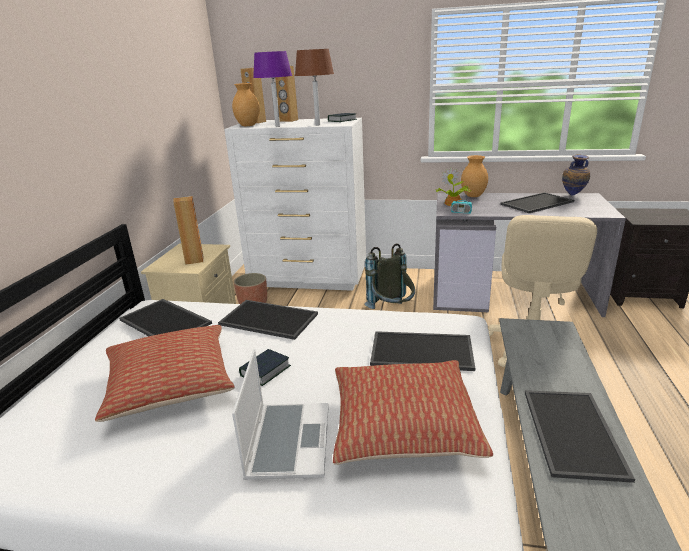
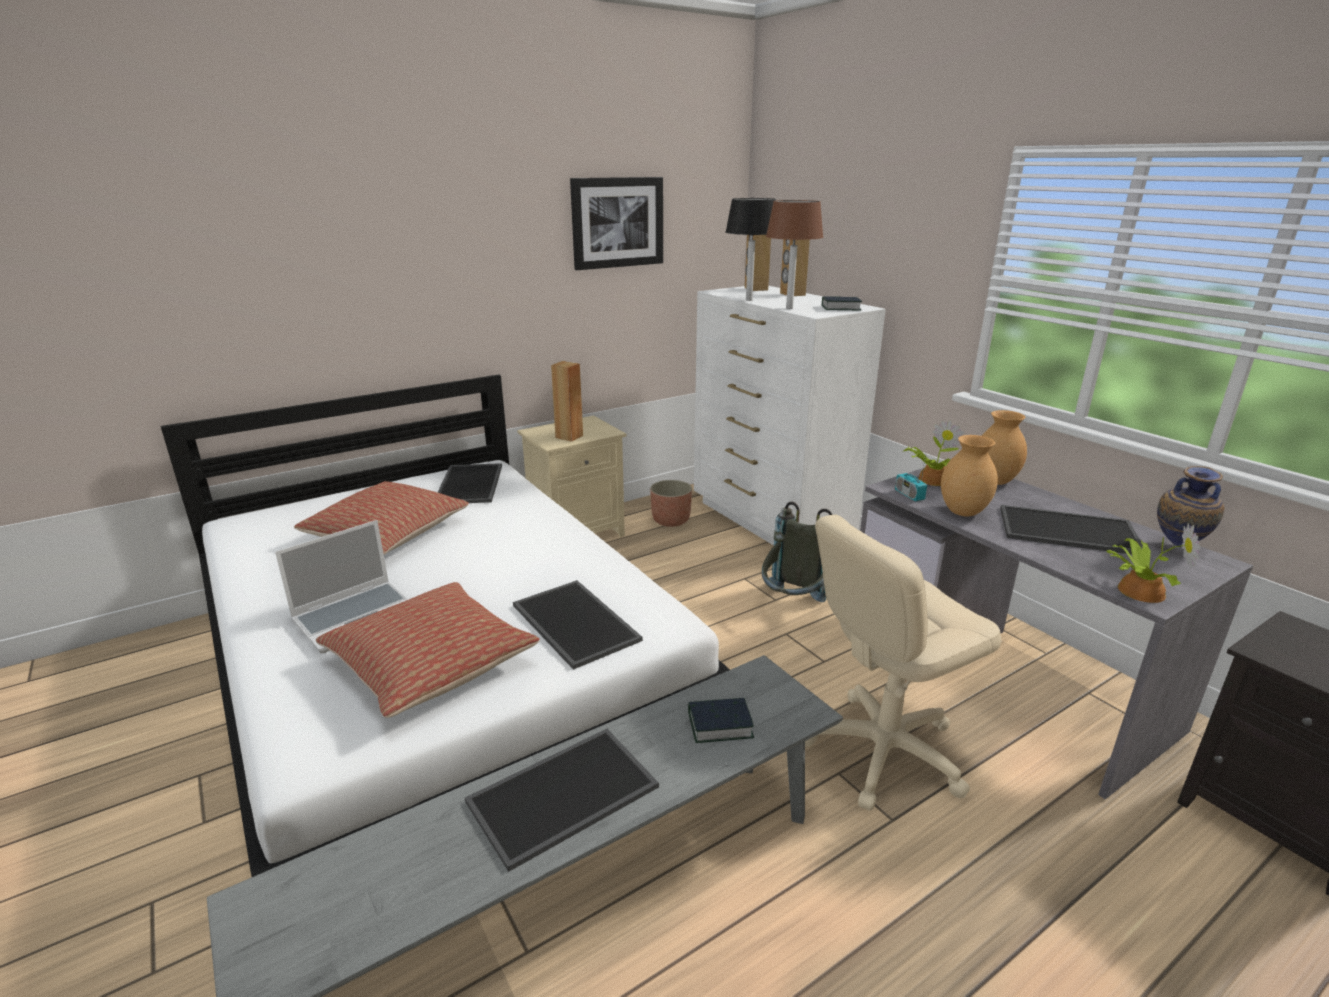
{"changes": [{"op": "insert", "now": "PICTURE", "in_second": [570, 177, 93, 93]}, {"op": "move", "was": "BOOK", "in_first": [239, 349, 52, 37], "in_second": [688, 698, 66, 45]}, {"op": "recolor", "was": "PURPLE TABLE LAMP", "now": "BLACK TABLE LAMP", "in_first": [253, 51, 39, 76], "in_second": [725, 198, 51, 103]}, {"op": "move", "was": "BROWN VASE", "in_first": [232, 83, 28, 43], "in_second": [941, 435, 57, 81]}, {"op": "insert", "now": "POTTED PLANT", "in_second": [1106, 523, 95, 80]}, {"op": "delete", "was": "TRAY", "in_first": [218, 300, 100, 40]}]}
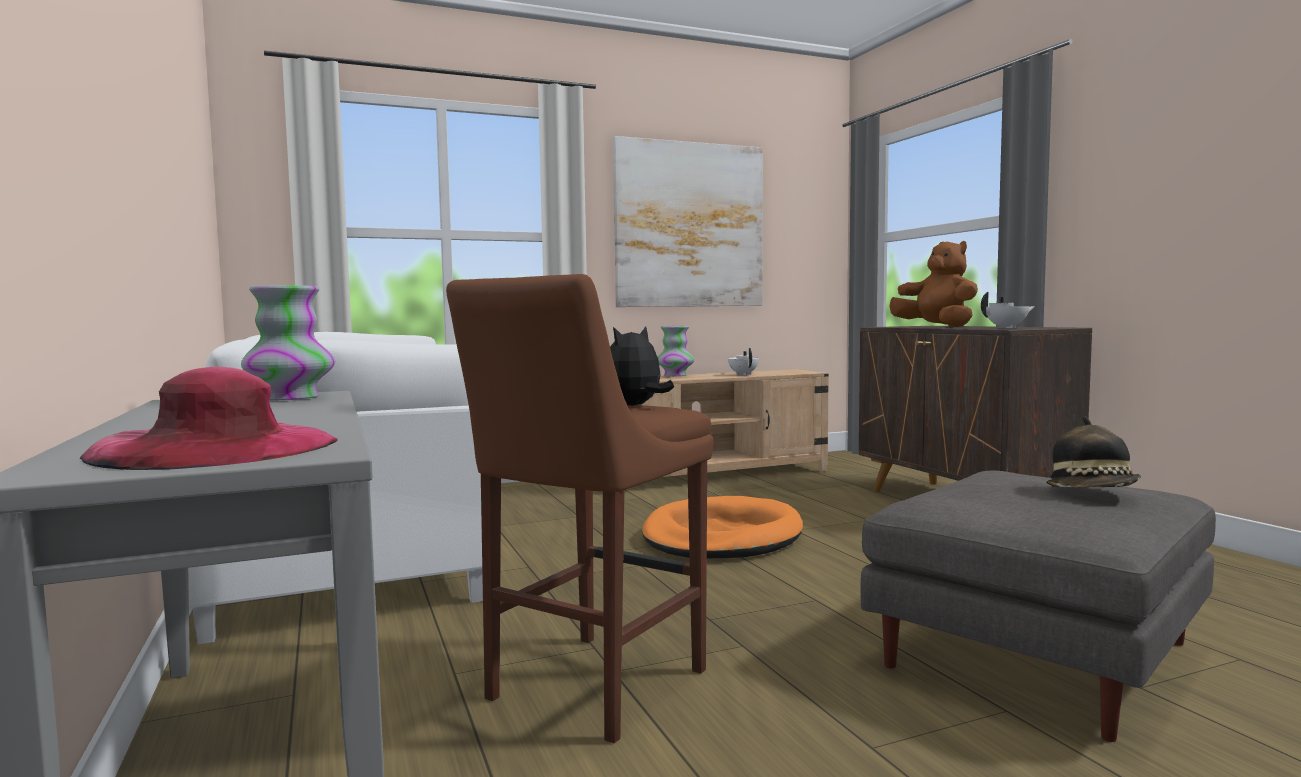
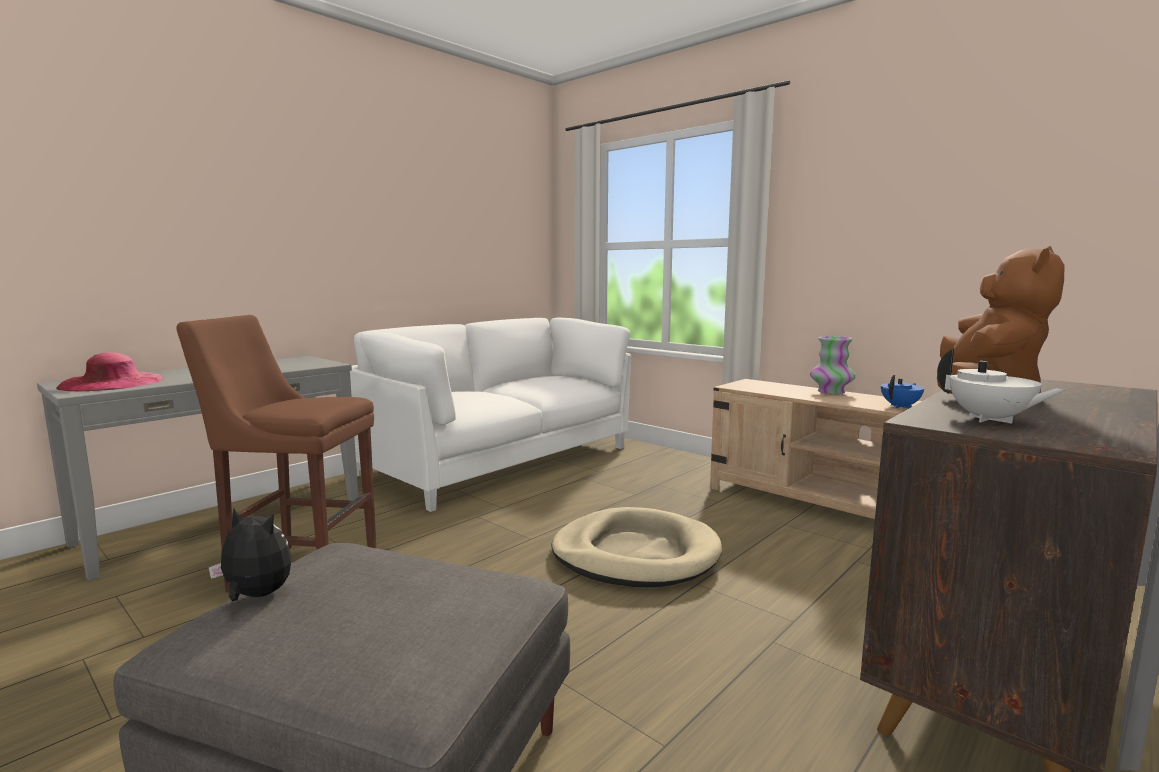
{"changes": [{"op": "move", "was": "PLUSH TOY", "in_first": [610, 326, 64, 80], "in_second": [208, 508, 84, 93]}, {"op": "recolor", "was": "ORANGE DOG BED", "now": "BEIGE DOG BED", "in_first": [642, 496, 161, 62], "in_second": [551, 507, 171, 80]}, {"op": "recolor", "was": "WHITE TEAPOT", "now": "BLUE TEAPOT", "in_first": [728, 348, 31, 27], "in_second": [881, 375, 43, 33]}, {"op": "delete", "was": "VASE", "in_first": [241, 285, 94, 115]}, {"op": "delete", "was": "PICTURE", "in_first": [613, 136, 149, 171]}, {"op": "delete", "was": "HAT", "in_first": [1046, 417, 95, 70]}]}
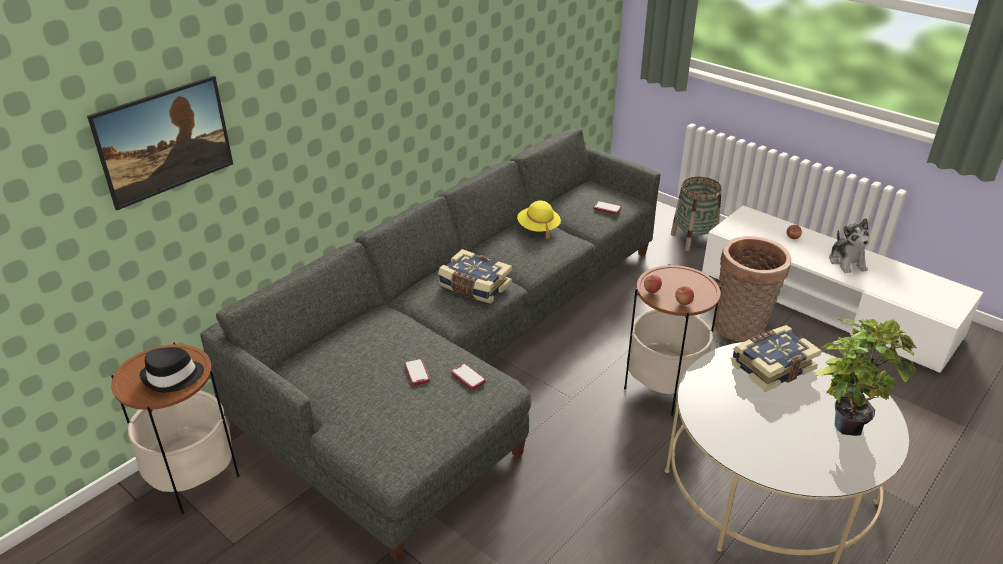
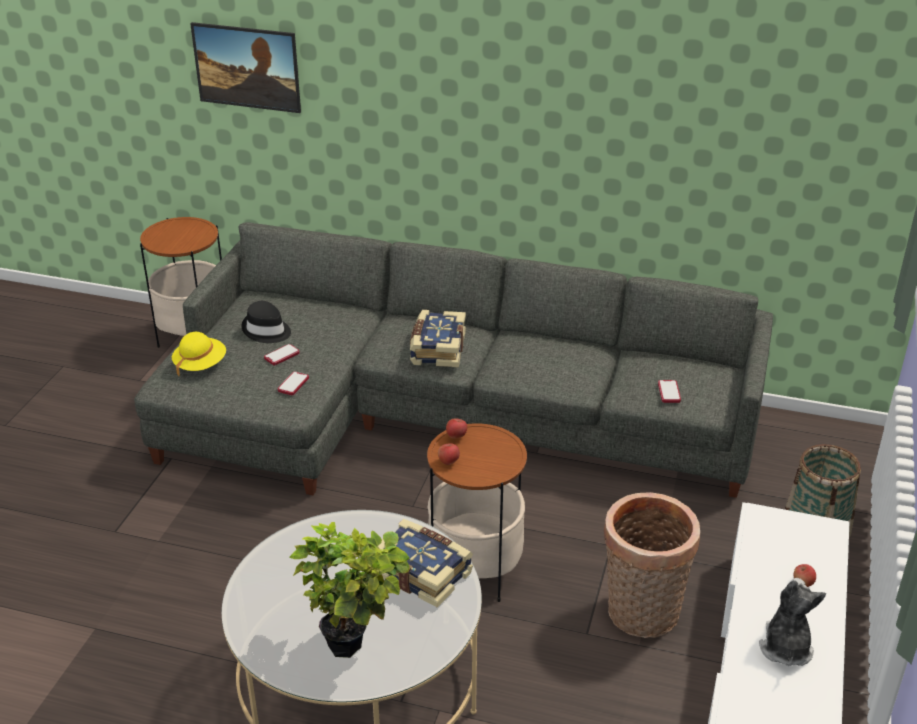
{"changes": [{"op": "move", "was": "YELLOW HAT", "in_first": [517, 201, 44, 38], "in_second": [172, 332, 54, 44]}, {"op": "move", "was": "BLACK HAT", "in_first": [140, 347, 64, 45], "in_second": [242, 301, 49, 42]}, {"op": "rotate", "was": "PLUSH TOY", "in_first": [829, 218, 40, 55], "in_second": [759, 578, 67, 88], "clockwise": 135}]}
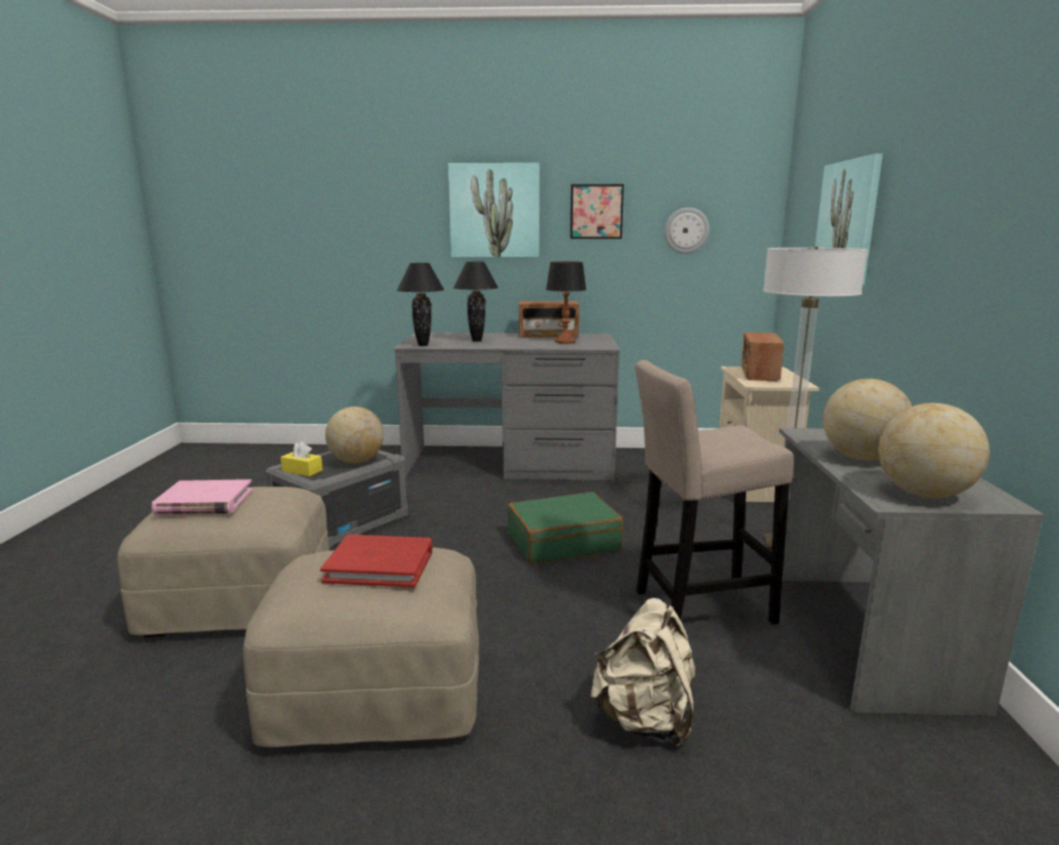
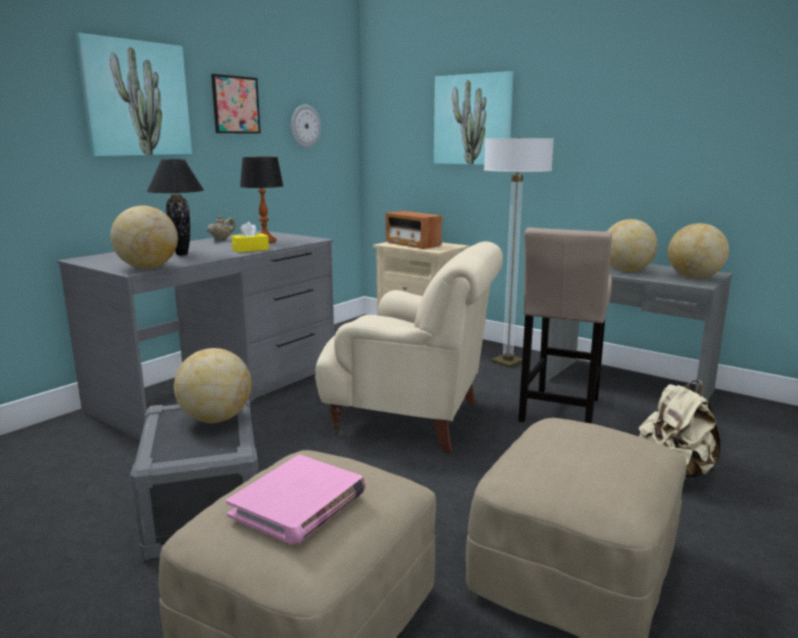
{"changes": [{"op": "replace", "was": "BLACK TABLE LAMP", "now": "GLOBE", "in_first": [397, 263, 47, 83], "in_second": [111, 206, 67, 63]}, {"op": "replace", "was": "RADIO", "now": "BEIGE TEAPOT", "in_first": [519, 301, 60, 36], "in_second": [207, 216, 28, 24]}, {"op": "move", "was": "YELLOW TISSUE BOX", "in_first": [281, 441, 42, 36], "in_second": [231, 222, 38, 30]}, {"op": "replace", "was": "GREEN SUITCASE", "now": "BEIGE ARMCHAIR", "in_first": [508, 492, 115, 72], "in_second": [315, 241, 188, 213]}, {"op": "delete", "was": "RED BOOK", "in_first": [320, 534, 112, 53]}]}
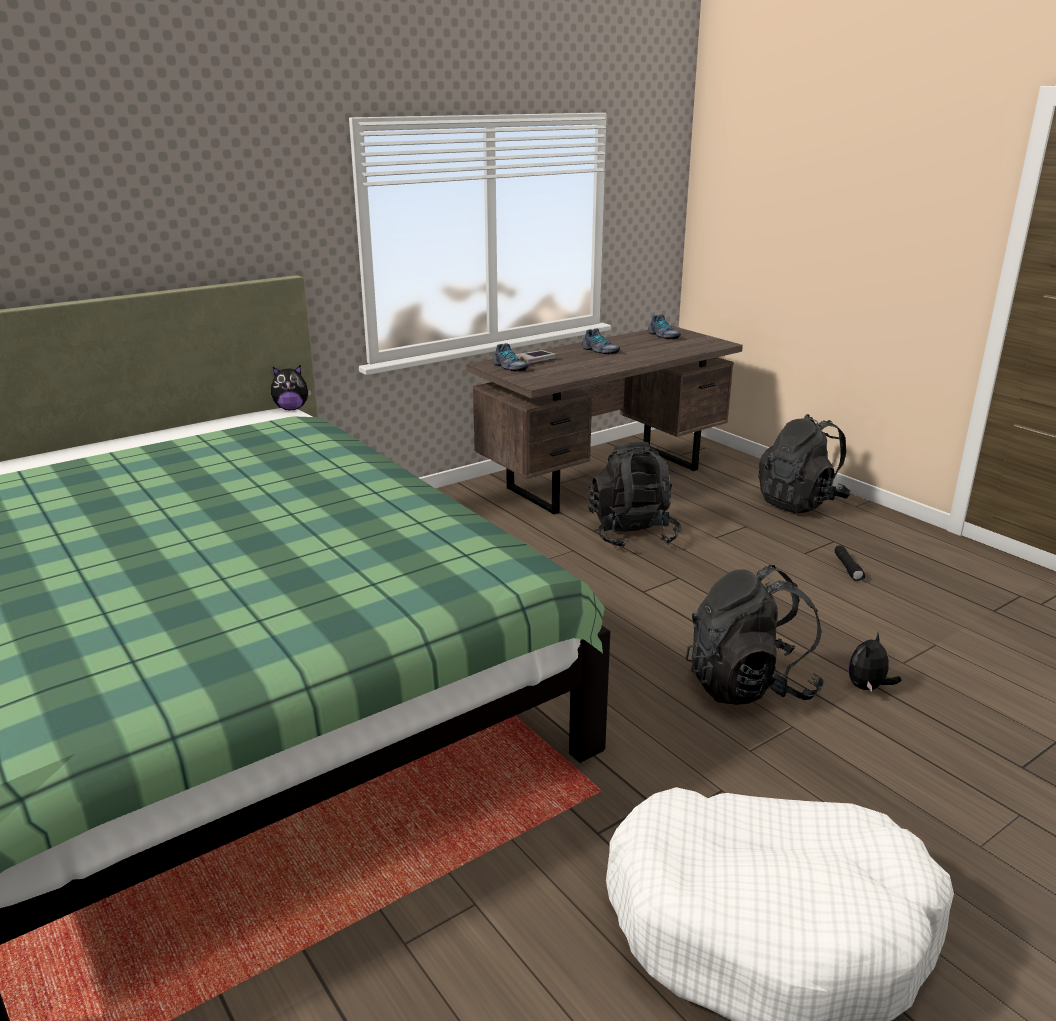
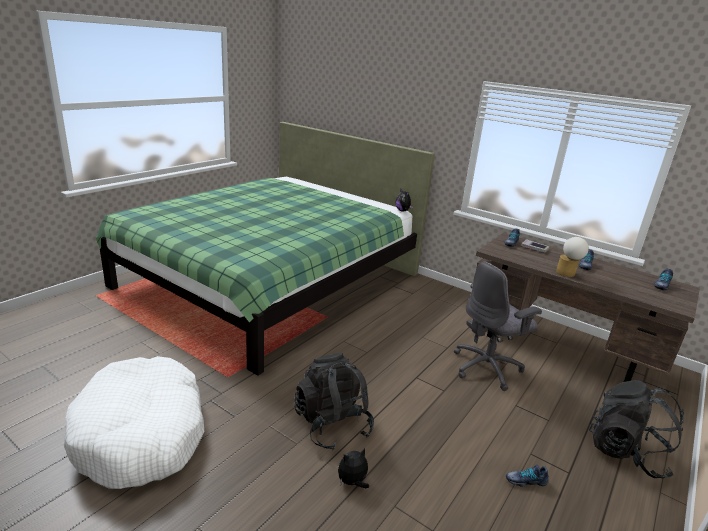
{"changes": [{"op": "rotate", "was": "PLUSH TOY", "in_first": [848, 633, 53, 59], "in_second": [338, 448, 31, 40], "clockwise": -45}, {"op": "replace", "was": "BLACK BACKPACK", "now": "GREY OFFICE CHAIR", "in_first": [588, 442, 94, 106], "in_second": [454, 261, 88, 130]}, {"op": "replace", "was": "BLACK FLASHLIGHT", "now": "SHOE", "in_first": [835, 545, 30, 36], "in_second": [506, 465, 43, 22]}, {"op": "insert", "now": "TABLE LAMP", "in_second": [556, 237, 33, 40]}]}
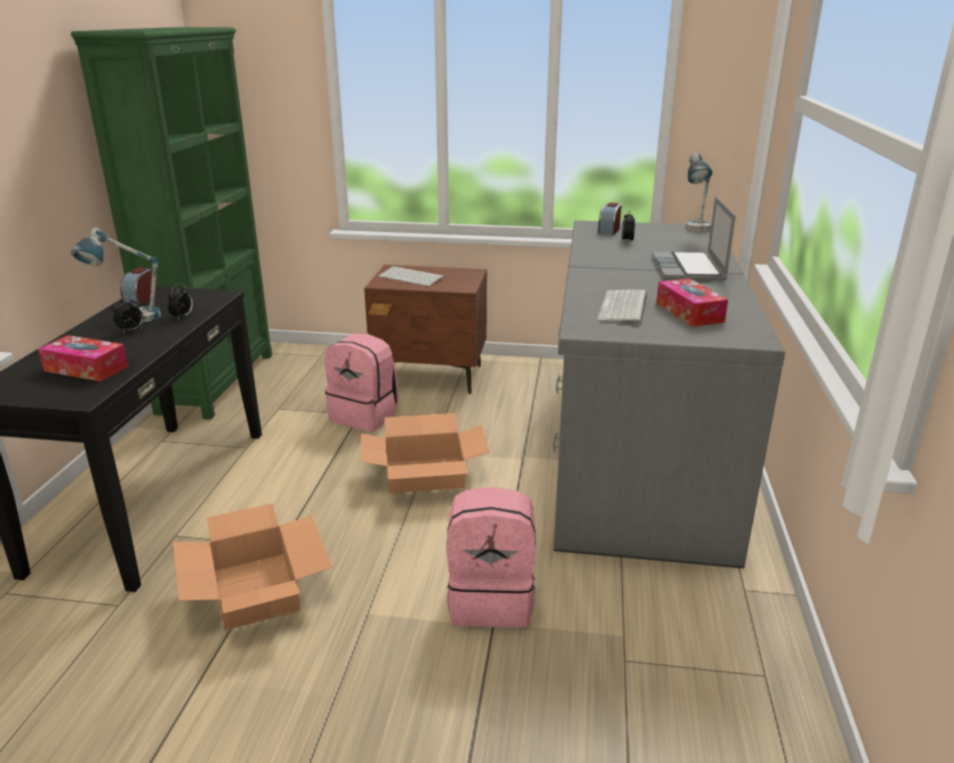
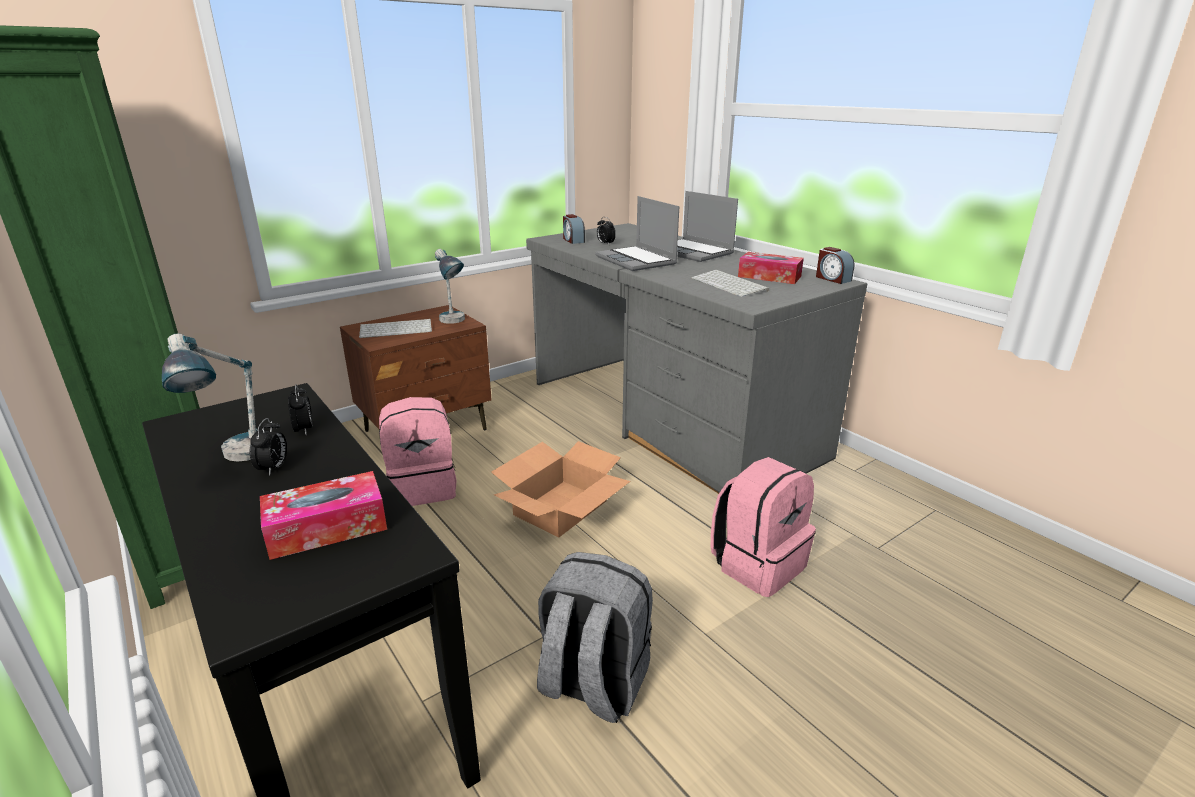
{"changes": [{"op": "move", "was": "TABLE LAMP", "in_first": [685, 153, 27, 79], "in_second": [435, 249, 30, 75]}, {"op": "replace", "was": "CARDBOARD BOX", "now": "GREY BACKPACK", "in_first": [173, 503, 159, 128], "in_second": [537, 552, 116, 171]}, {"op": "insert", "now": "LAPTOP", "in_second": [595, 196, 84, 75]}, {"op": "move", "was": "ALARM CLOCK", "in_first": [120, 268, 36, 39], "in_second": [816, 247, 39, 37]}]}
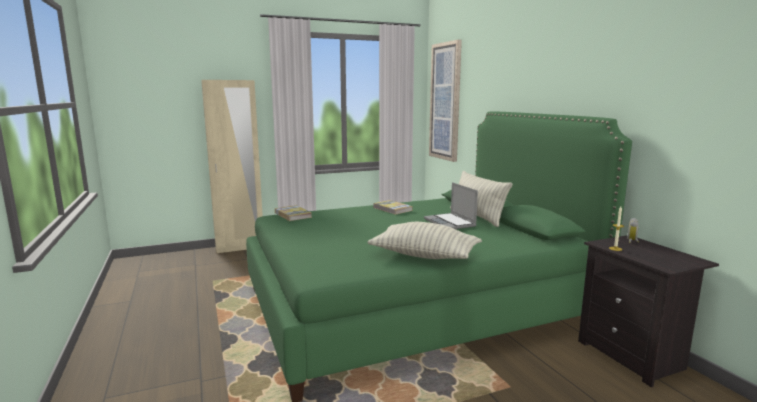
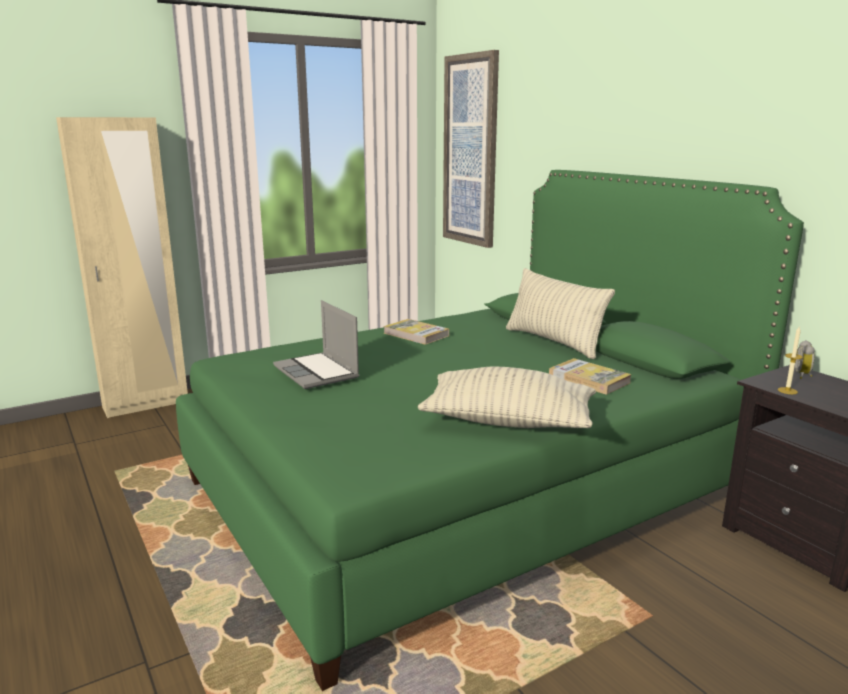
{"changes": [{"op": "move", "was": "LAPTOP", "in_first": [424, 182, 54, 47], "in_second": [273, 300, 86, 89]}, {"op": "move", "was": "BOOK", "in_first": [275, 205, 37, 16], "in_second": [549, 358, 82, 37]}]}
